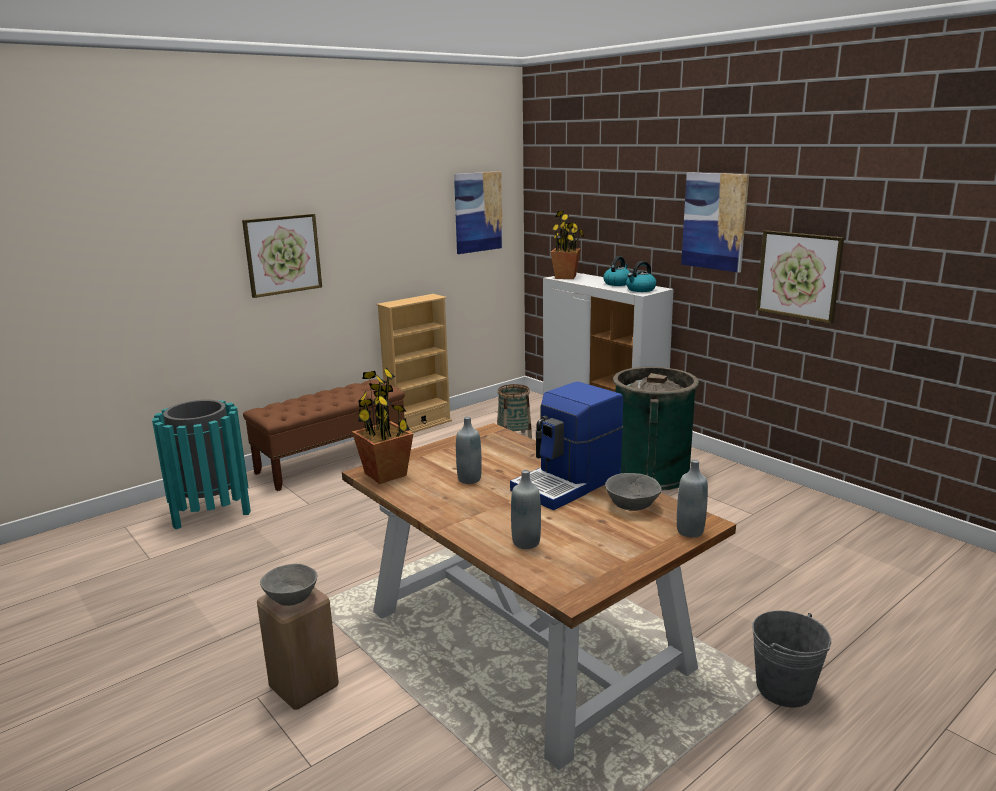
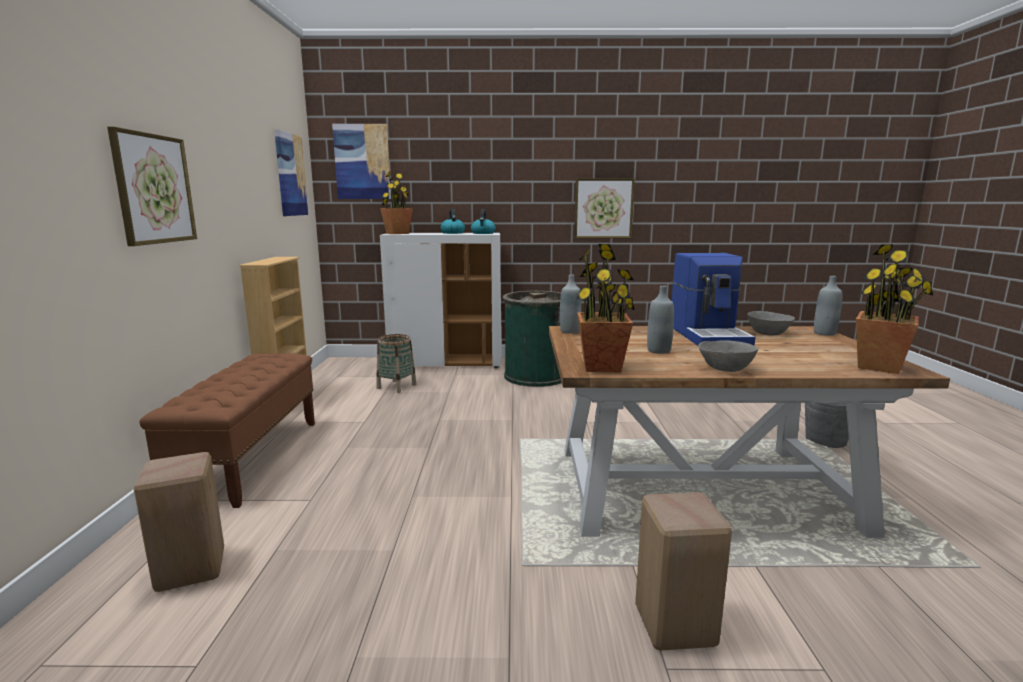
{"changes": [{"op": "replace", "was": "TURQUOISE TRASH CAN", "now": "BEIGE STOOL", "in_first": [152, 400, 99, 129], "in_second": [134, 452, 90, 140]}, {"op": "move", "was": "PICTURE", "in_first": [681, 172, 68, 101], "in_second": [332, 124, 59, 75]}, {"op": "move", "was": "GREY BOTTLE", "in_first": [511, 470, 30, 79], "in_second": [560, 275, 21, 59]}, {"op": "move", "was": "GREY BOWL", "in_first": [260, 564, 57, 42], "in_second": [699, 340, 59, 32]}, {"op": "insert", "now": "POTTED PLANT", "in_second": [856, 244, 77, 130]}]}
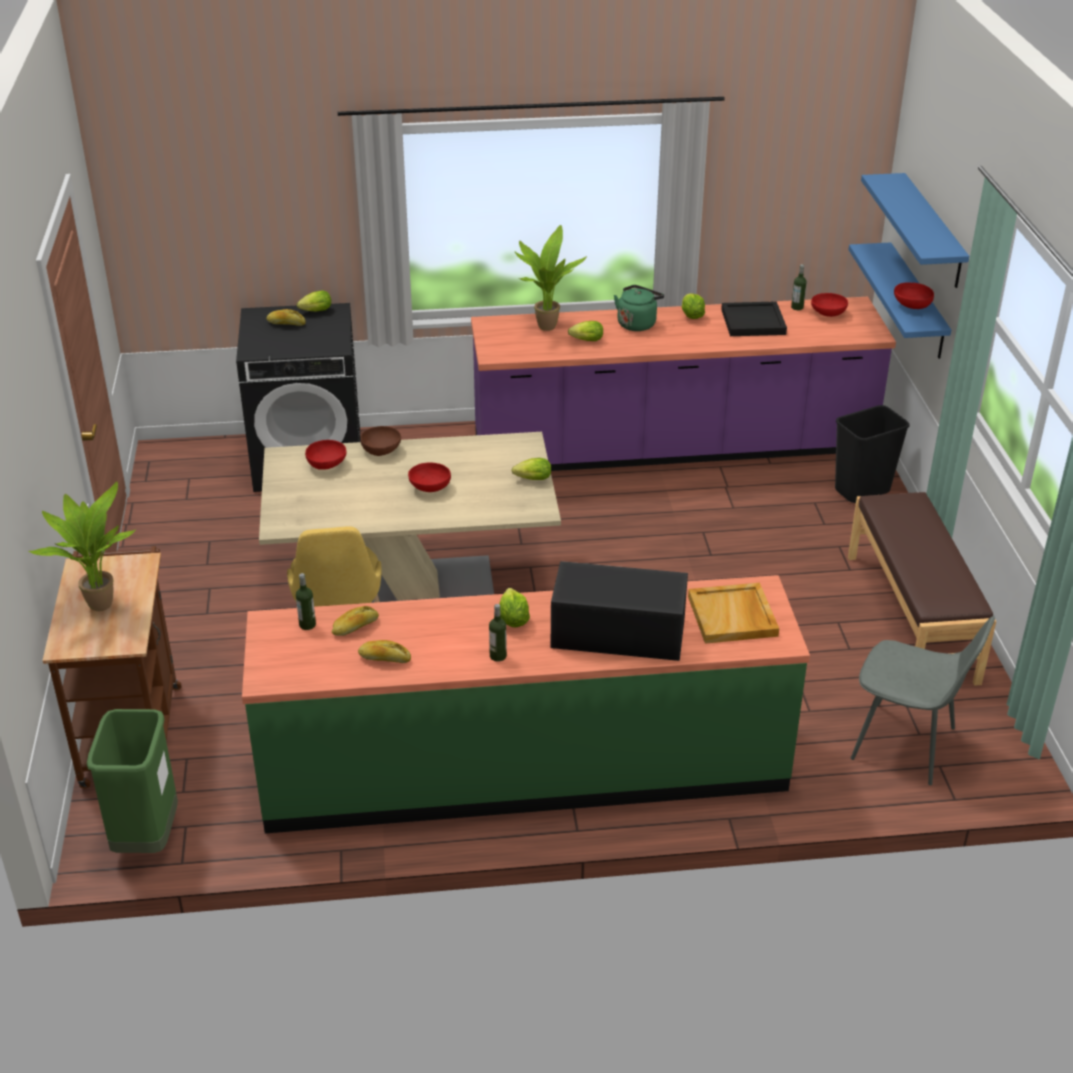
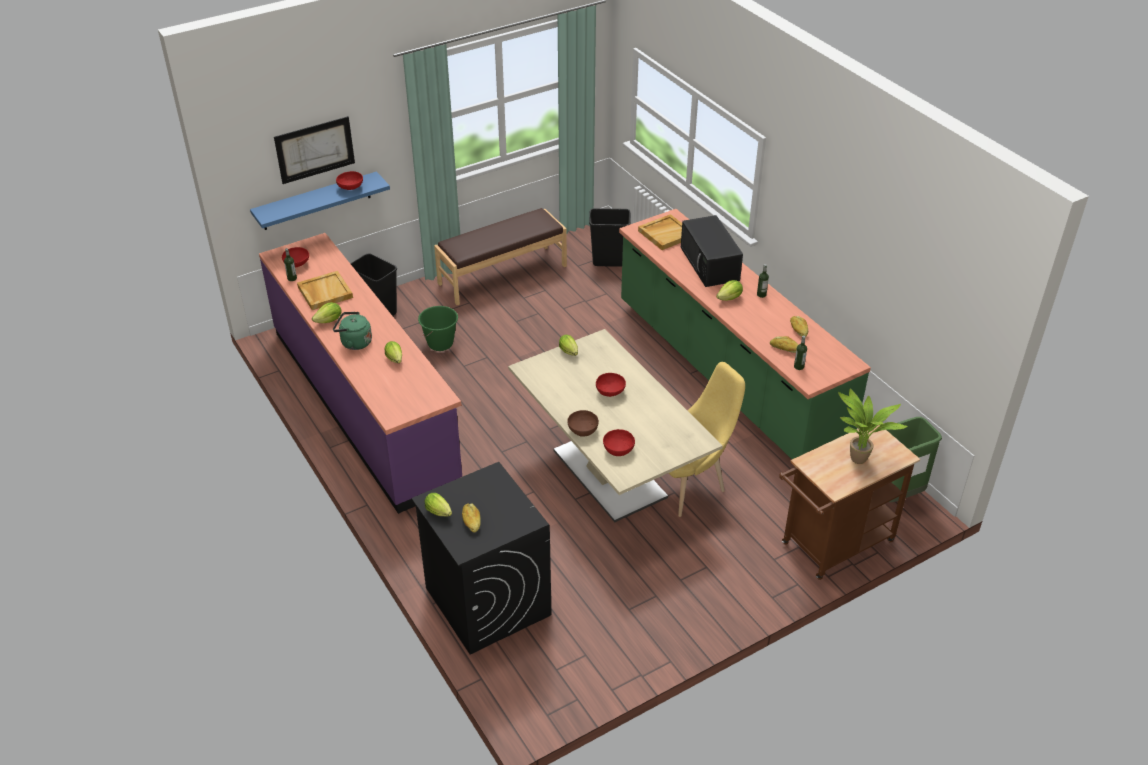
{"changes": [{"op": "replace", "was": "BLUE SHELF", "now": "PICTURE", "in_first": [861, 173, 108, 115], "in_second": [274, 116, 81, 68]}, {"op": "recolor", "was": "BLACK TRAY", "now": "BEIGE TRAY", "in_first": [721, 301, 66, 35], "in_second": [297, 271, 56, 39]}, {"op": "insert", "now": "GREEN BUCKET", "in_second": [418, 306, 40, 45]}, {"op": "replace", "was": "GREY CHAIR", "now": "BLACK TRASH CAN", "in_first": [851, 616, 144, 169], "in_second": [589, 208, 42, 59]}, {"op": "delete", "was": "POTTED PLANT", "in_first": [515, 225, 72, 106]}]}
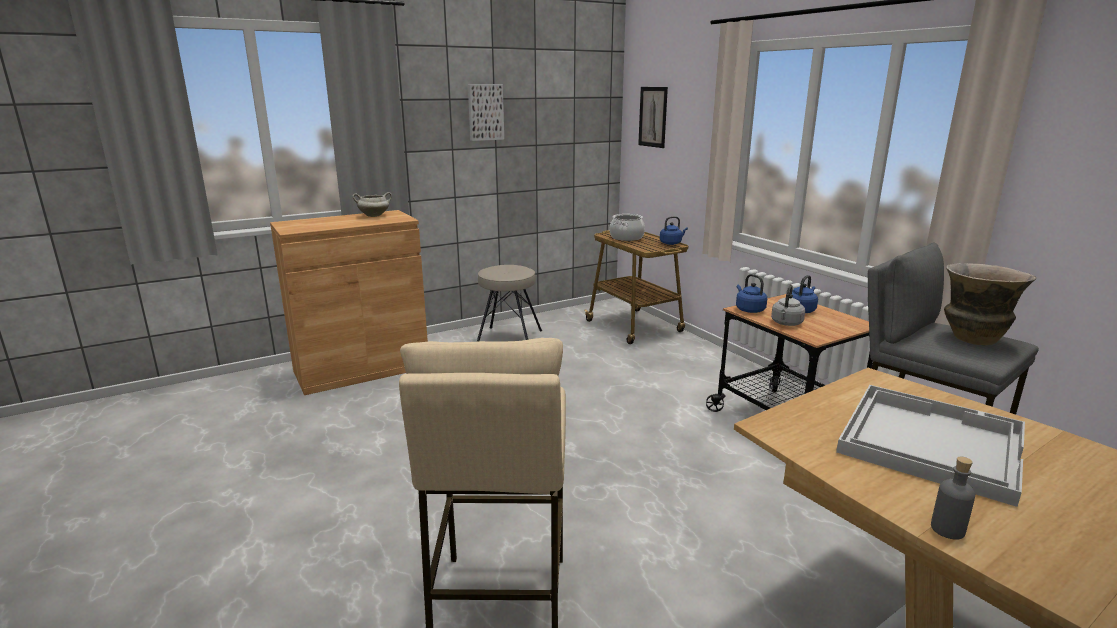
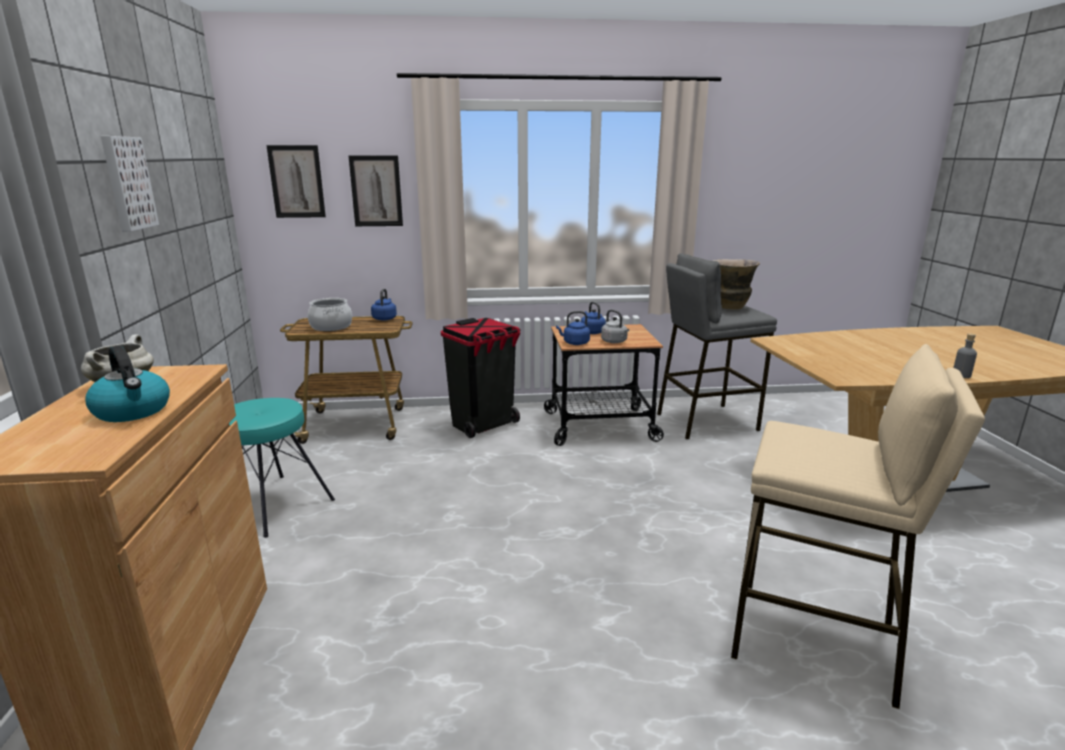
{"changes": [{"op": "insert", "now": "KETTLE", "in_second": [85, 345, 85, 77]}, {"op": "recolor", "was": "BEIGE STOOL", "now": "TURQUOISE STOOL", "in_first": [477, 265, 65, 76], "in_second": [229, 398, 106, 140]}, {"op": "insert", "now": "PICTURE", "in_second": [349, 156, 54, 70]}, {"op": "insert", "now": "BLACK TRASH CAN", "in_second": [441, 318, 80, 120]}, {"op": "delete", "was": "WHITE TRAY", "in_first": [836, 385, 189, 122]}]}
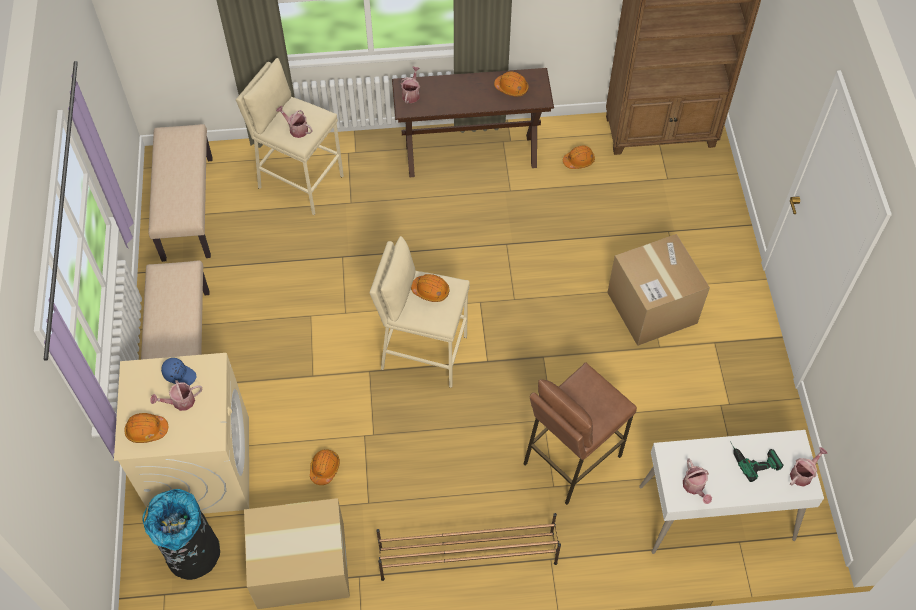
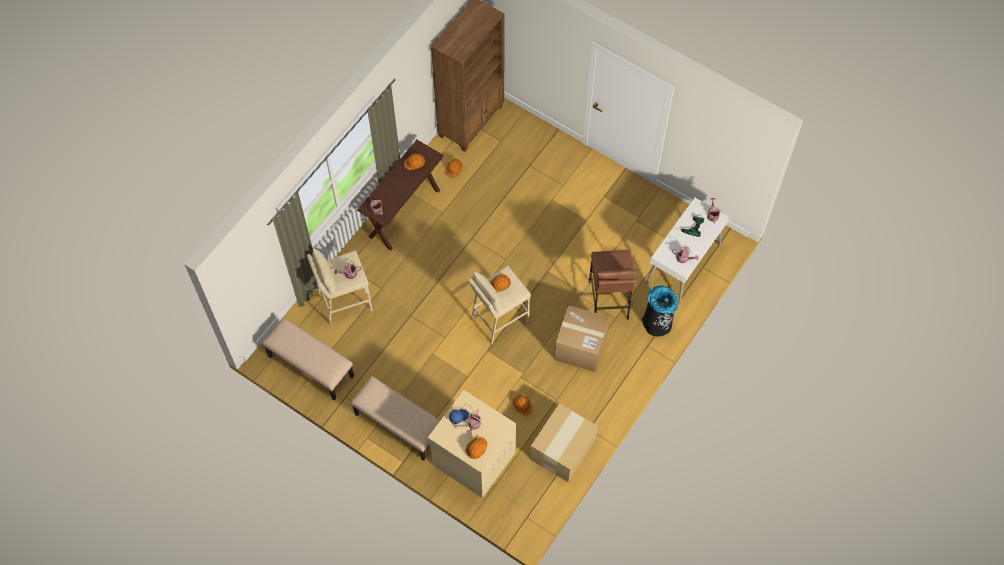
{"changes": [{"op": "move", "was": "CARDBOARD BOX", "in_first": [607, 234, 103, 112], "in_second": [554, 305, 56, 67]}, {"op": "move", "was": "BLACK TRASH CAN", "in_first": [142, 489, 78, 91], "in_second": [642, 285, 36, 51]}, {"op": "delete", "was": "BROWN SHOE RACK", "in_first": [376, 513, 185, 68]}]}
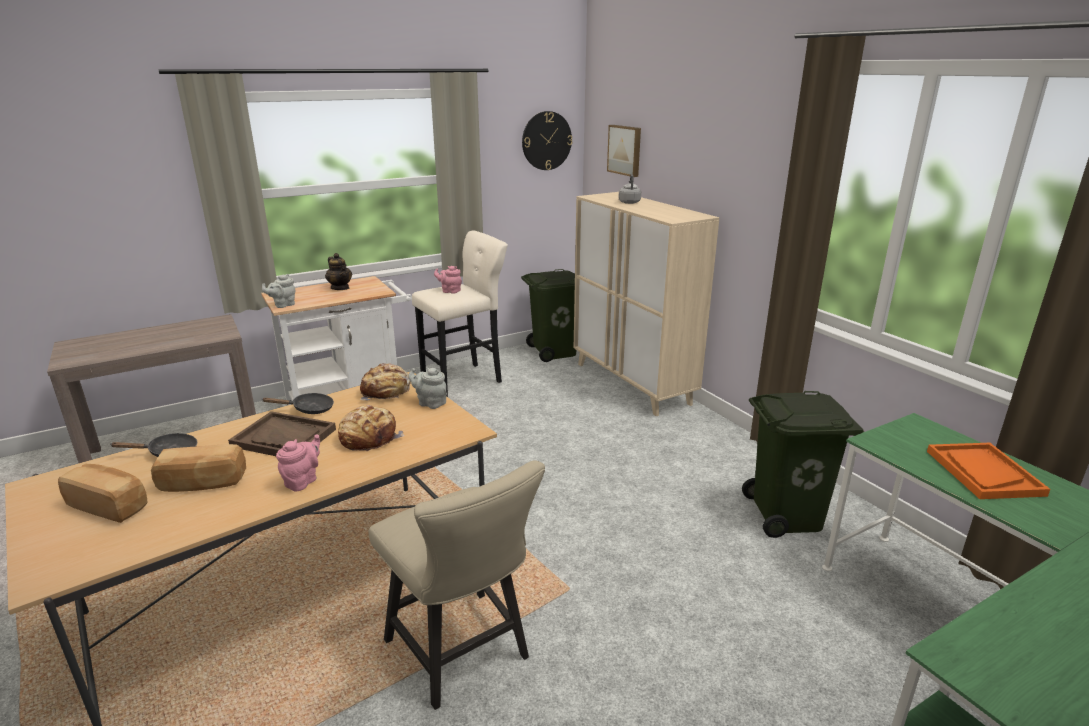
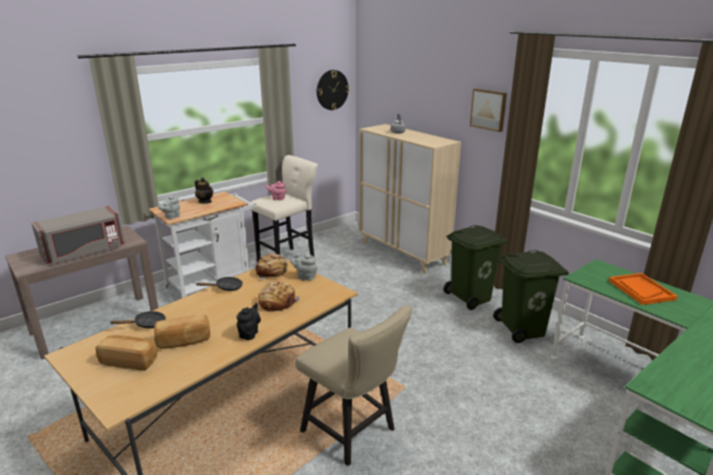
{"changes": [{"op": "insert", "now": "GREY MICROWAVE", "in_second": [31, 206, 93, 58]}, {"op": "recolor", "was": "PINK TEAPOT", "now": "BLACK TEAPOT", "in_first": [276, 435, 44, 57], "in_second": [237, 303, 24, 37]}, {"op": "move", "was": "GREEN TRASH CAN", "in_first": [521, 269, 55, 93], "in_second": [443, 225, 65, 85]}, {"op": "move", "was": "PICTURE", "in_first": [607, 125, 34, 52], "in_second": [470, 89, 37, 43]}, {"op": "delete", "was": "BROWN TRAY", "in_first": [228, 411, 108, 45]}]}
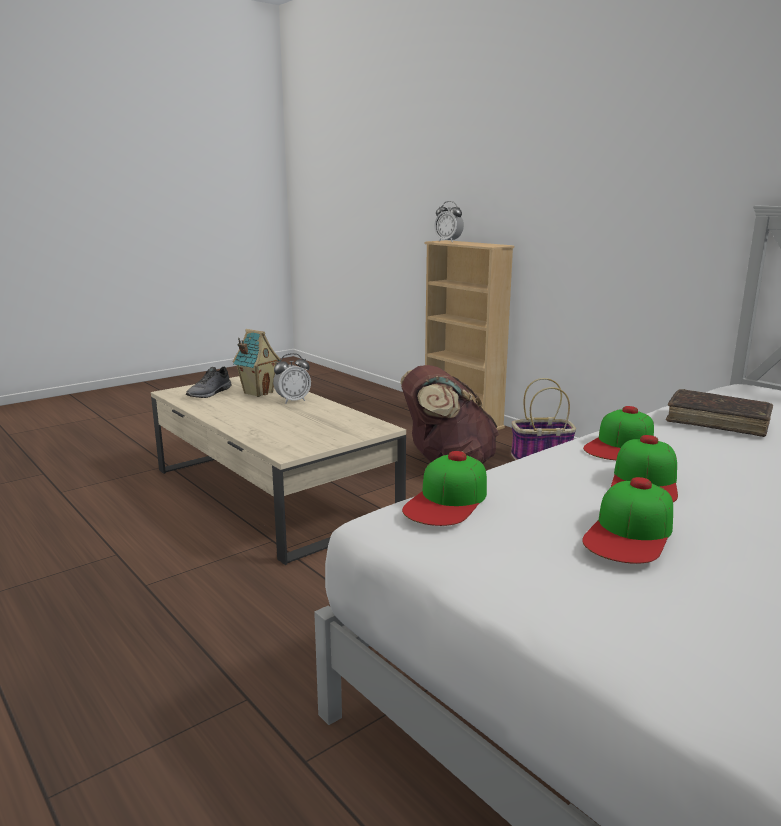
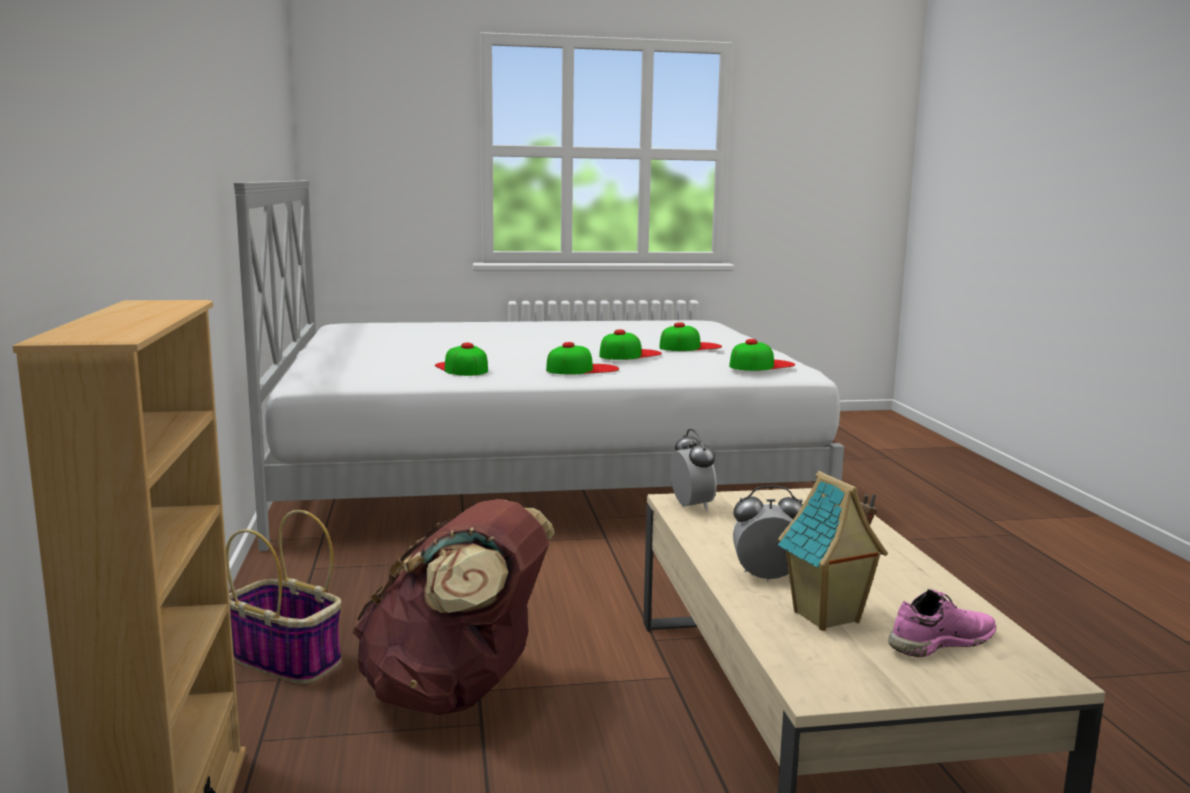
{"changes": [{"op": "replace", "was": "BROWN BOOK", "now": "CAP", "in_first": [666, 389, 107, 48], "in_second": [435, 343, 53, 33]}, {"op": "move", "was": "ALARM CLOCK", "in_first": [434, 201, 30, 41], "in_second": [670, 429, 47, 82]}, {"op": "recolor", "was": "GREY SHOE", "now": "PINK SHOE", "in_first": [186, 367, 45, 31], "in_second": [888, 589, 109, 68]}]}
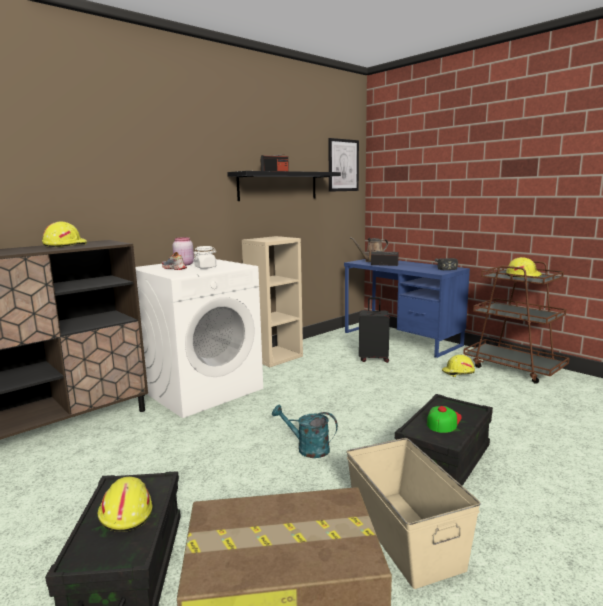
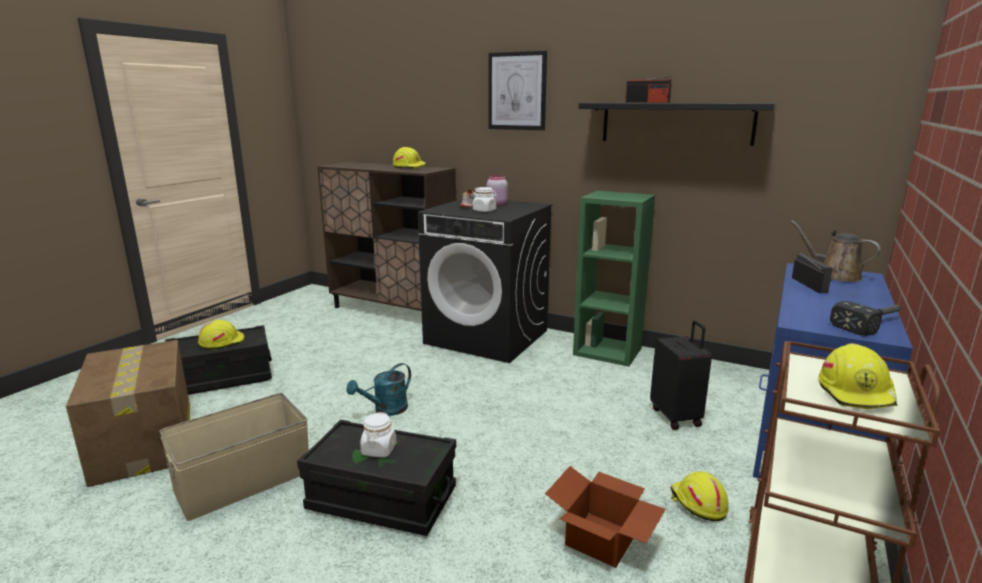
{"changes": [{"op": "rotate", "was": "TURQUOISE WATERING CAN", "in_first": [272, 405, 66, 53], "in_second": [346, 363, 65, 53], "clockwise": -135}, {"op": "replace", "was": "CAP", "now": "WHITE JAR", "in_first": [427, 406, 35, 27], "in_second": [360, 412, 37, 45]}, {"op": "recolor", "was": "WHITE WASHING MACHINE", "now": "BLACK WASHING MACHINE", "in_first": [135, 259, 128, 159], "in_second": [418, 199, 134, 164]}, {"op": "move", "was": "PICTURE", "in_first": [328, 138, 31, 54], "in_second": [488, 50, 59, 80]}, {"op": "insert", "now": "CARDBOARD BOX", "in_second": [545, 466, 121, 102]}, {"op": "recolor", "was": "BEIGE BOOKCASE", "now": "GREEN BOOKCASE", "in_first": [242, 236, 61, 131], "in_second": [573, 191, 82, 176]}]}
